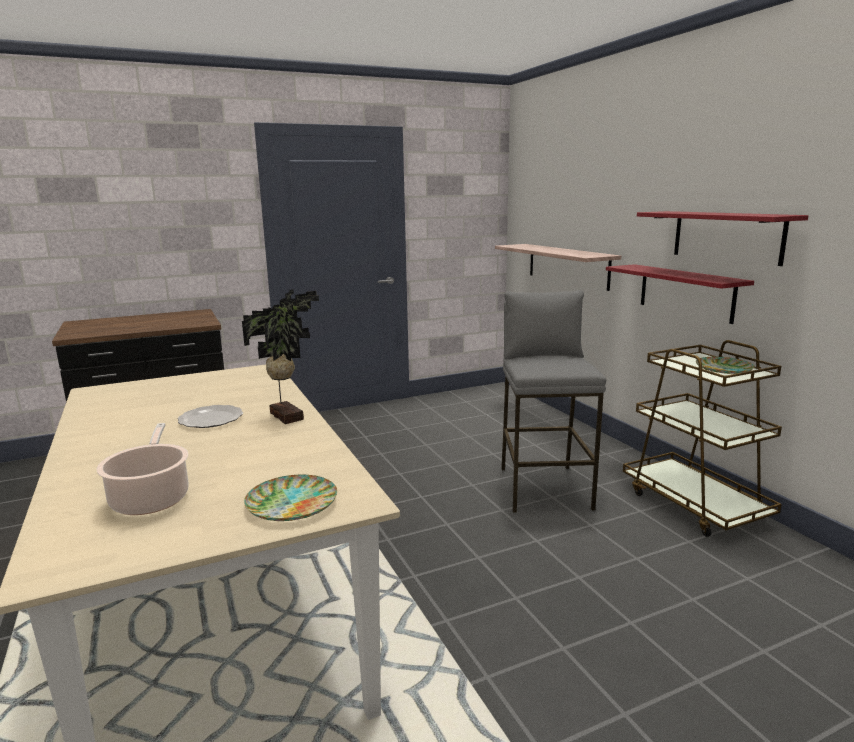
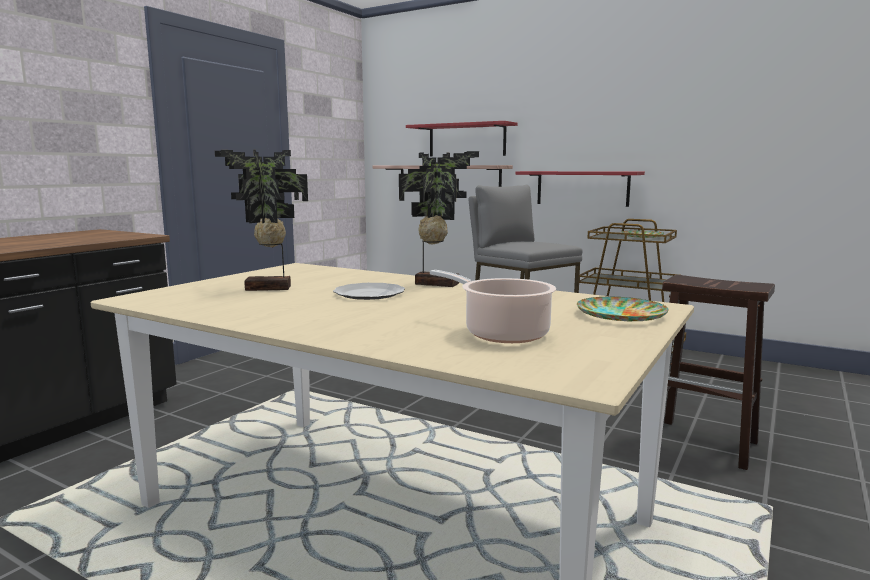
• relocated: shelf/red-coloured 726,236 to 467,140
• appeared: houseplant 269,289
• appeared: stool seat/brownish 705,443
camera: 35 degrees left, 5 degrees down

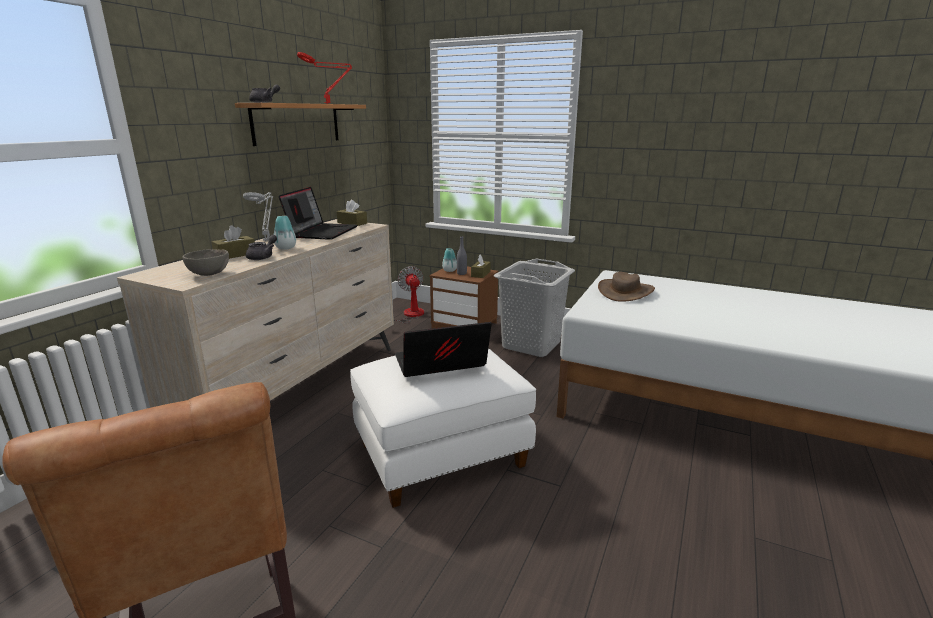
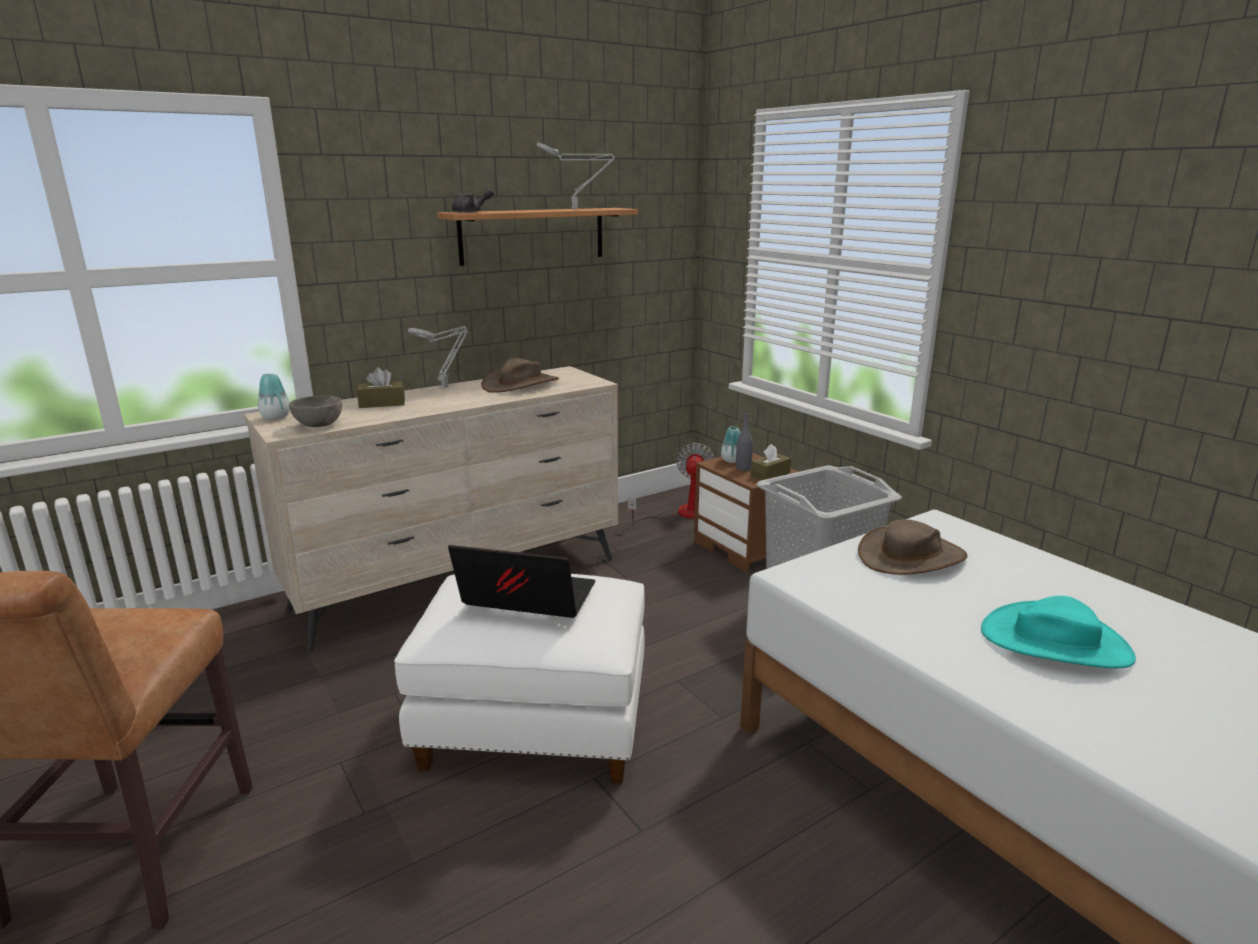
• missing: tea pot/gray 263,257
• relocated: decorative vase 286,248 to 276,417
• exchanged: portable computer 322,232 to wearable hat/brownish 520,384
• colour: tabletop lamp/red-coloured 329,103 to tabletop lamp/gray 577,209
• missing: tissue holder/brownish 352,223
• appeared: wearable hat/turquoise 1055,642
camera: 30 degrees right, 0 degrees up

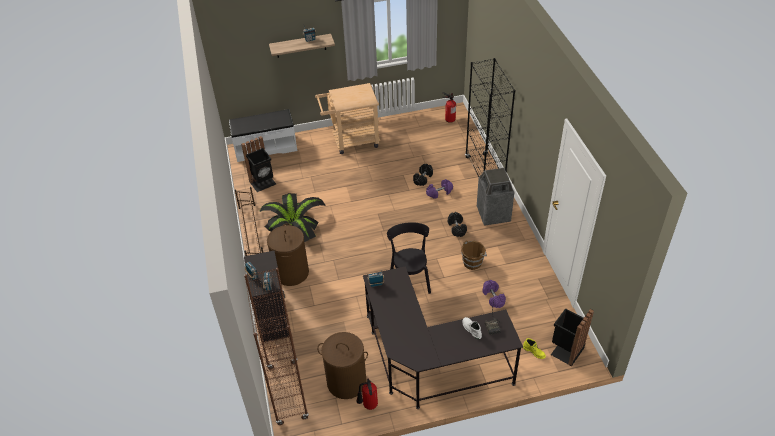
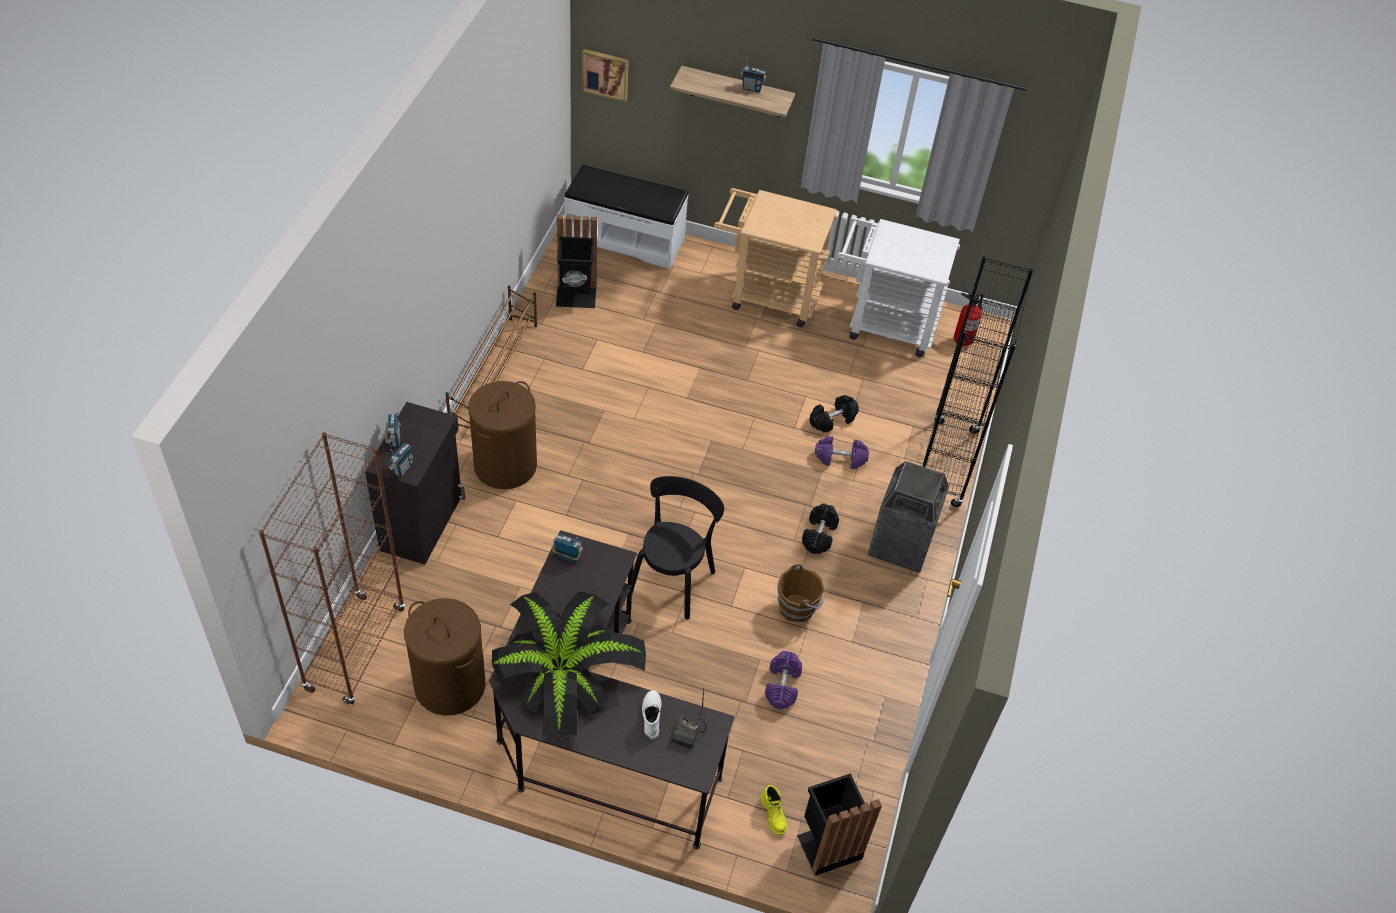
• relocated: houseplant 293,224 to 564,669
• missing: fire-fighting cylinder 368,406
• appeared: wall art 605,74
• appeared: cart/whitish 883,324
camera: 25 degrees right, 5 degrees up

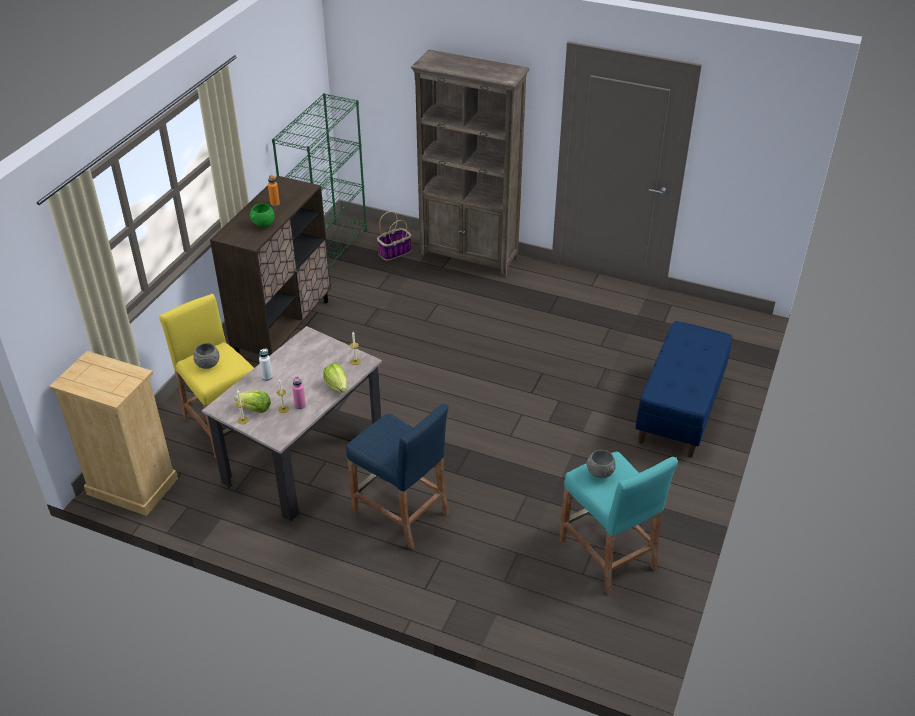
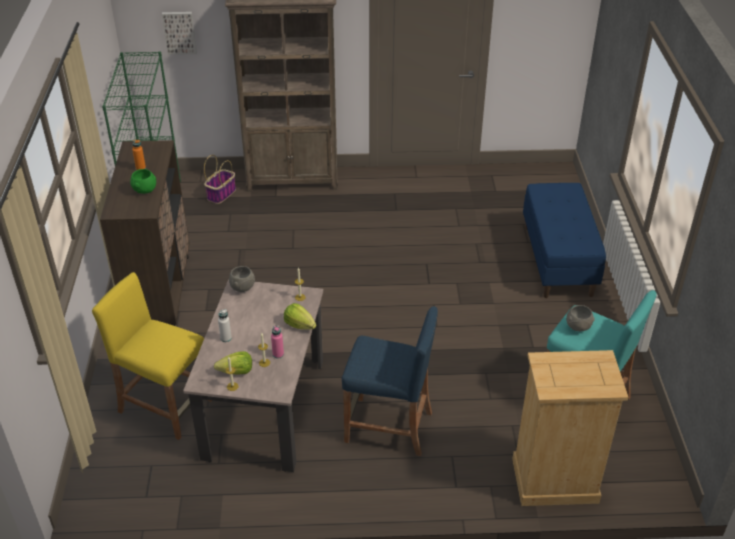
• relocated: drawer chest/beige-coloured 131,486 to 554,481
• relocated: deep dish/gray 208,364 to 242,287
• appeared: wall art 179,32
camera: 25 degrees left, 0 degrees up

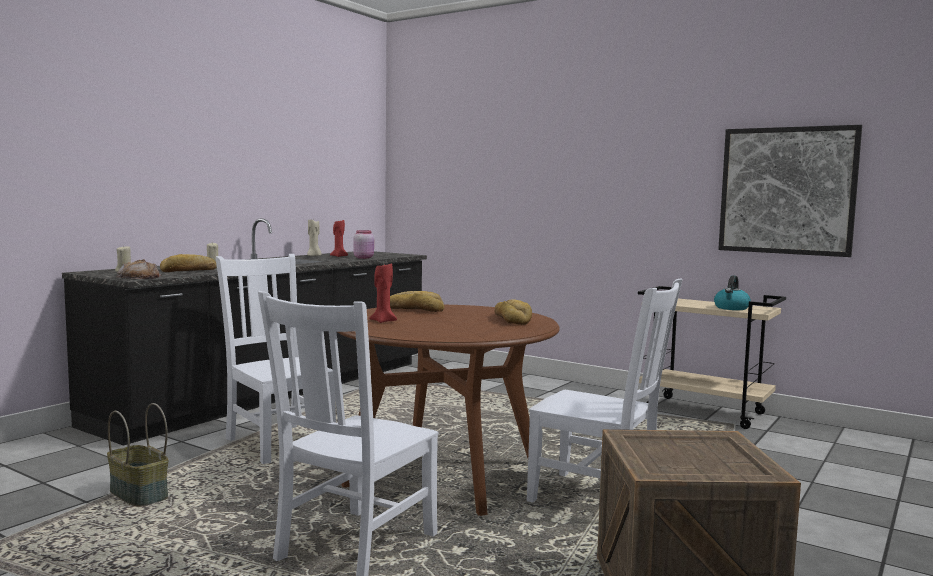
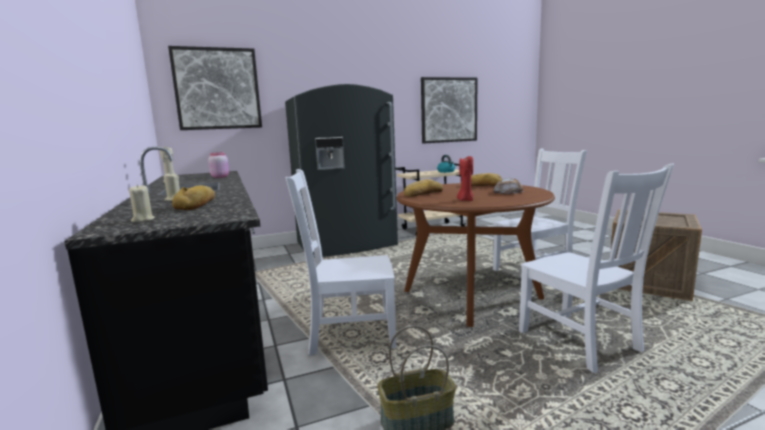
• relocated: bread 139,277 to 508,192
• missing: wax candle/red-coloured 339,256
• appeared: wall art 217,89
• appeared: refrigerator/gray 347,245
camera: 55 degrees left, 5 degrees up

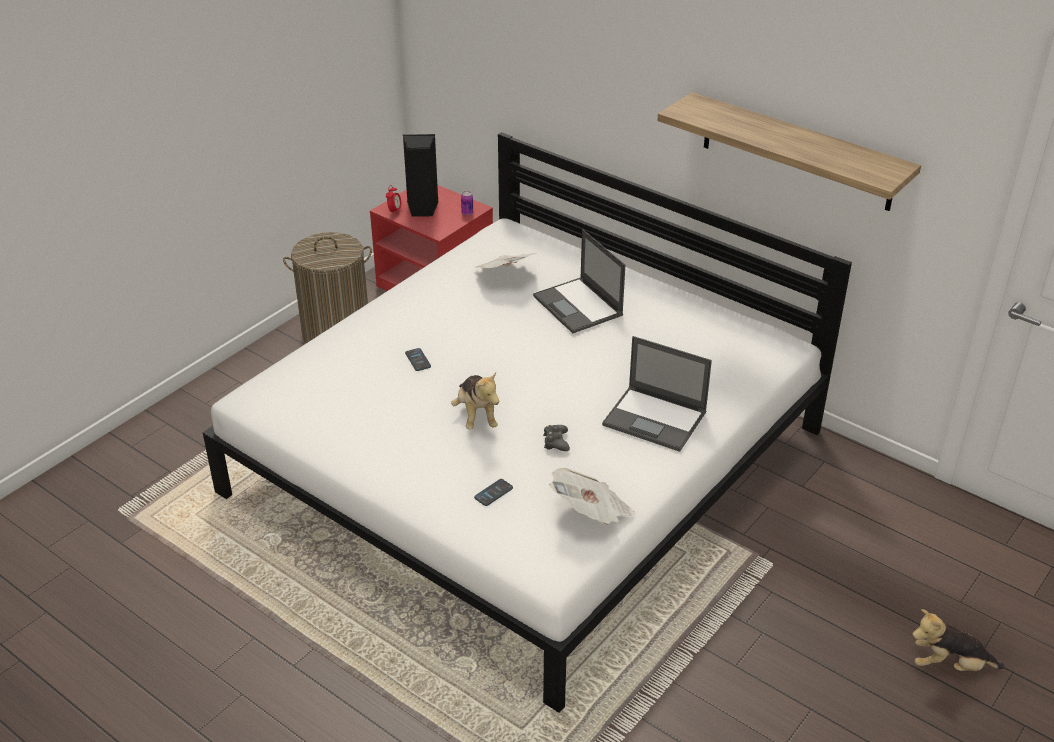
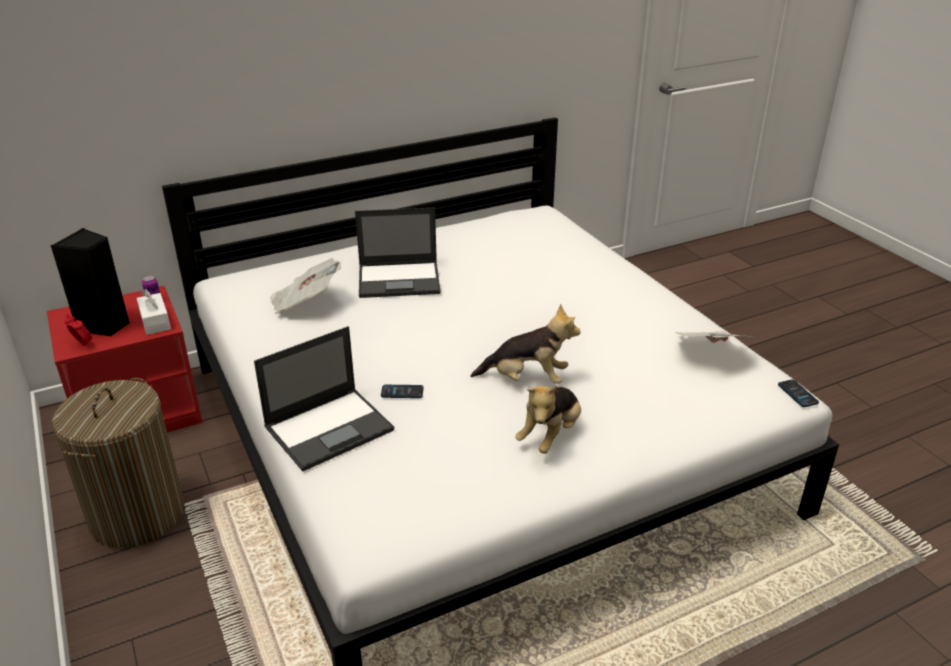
• relocated: phone 493,493 to 797,394
• missing: gamepad/black 556,442
• relocated: portable computer 656,419 to 330,428
• missing: shelf 797,152
• relocated: plush toy 949,665 to 550,435
• appeared: tissue holder/whitish 155,321
camera: 65 degrees left, 5 degrees down

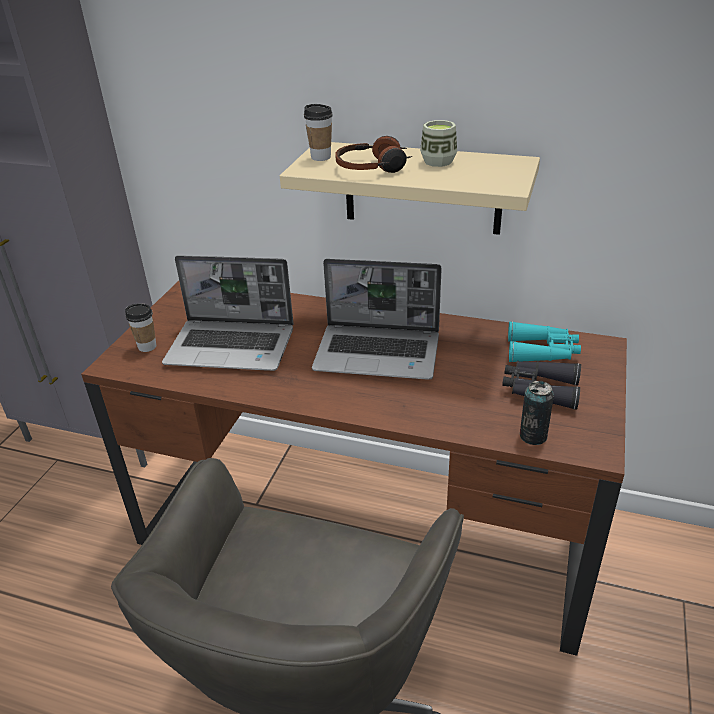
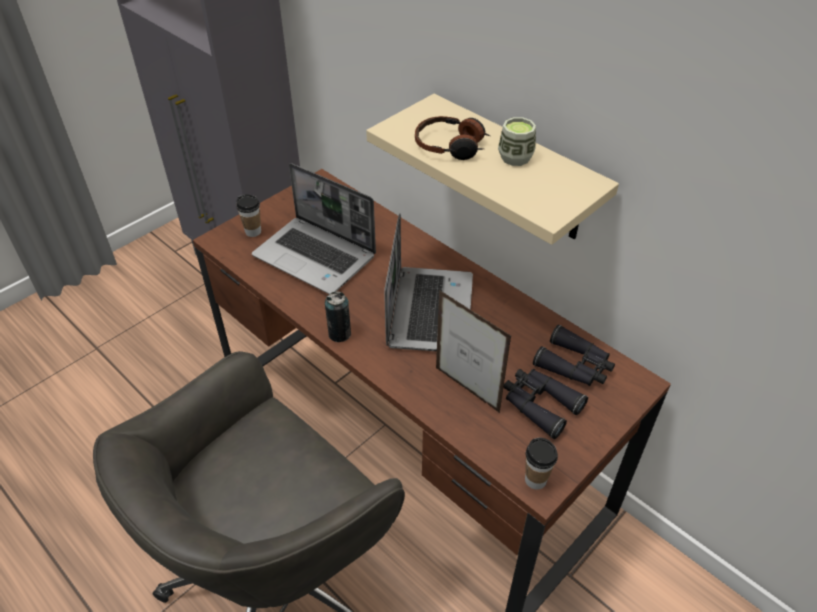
• relocated: drinking cup 321,157 to 535,480
• spun: portable computer 379,353 = 428,310 120 degrees counterclockwise
• colour: pair of binoculars/turquoise 542,351 to pair of binoculars/black 575,366
• relocated: metal can 533,436 to 339,334
• appeared: picture frame 467,390
camera: 25 degrees right, 10 degrees up

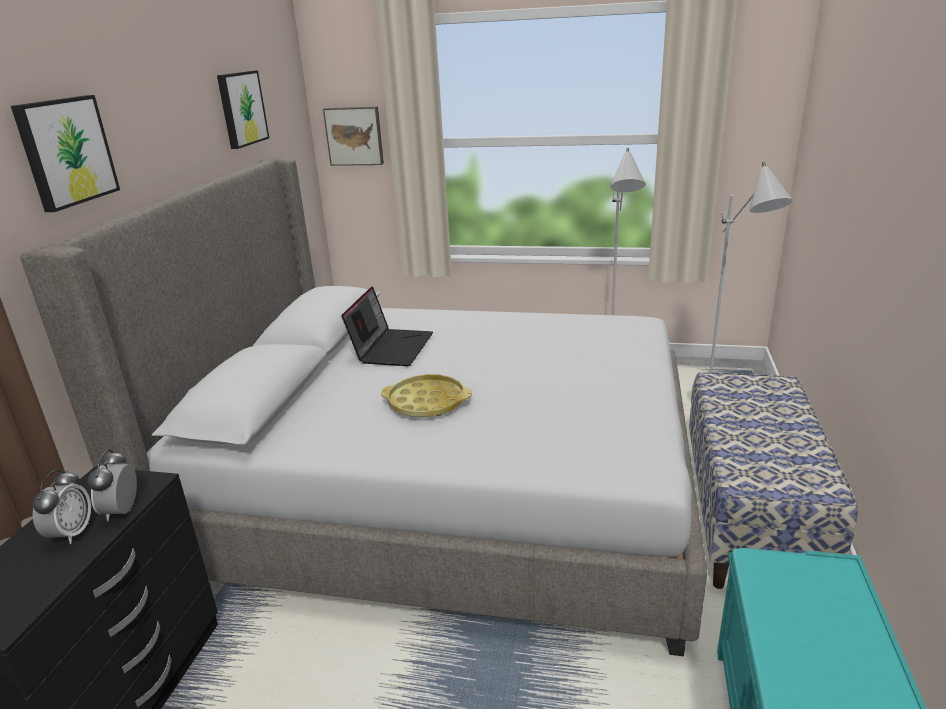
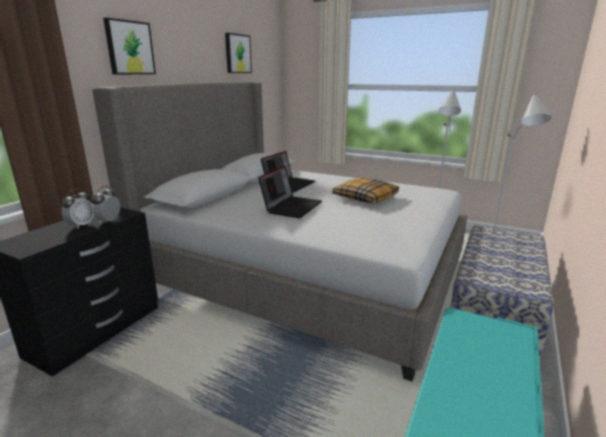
• missing: wall art 354,136
• exchanged: serving tray/yellowish 427,402 to portable computer 291,207
• appeared: cushion 365,197
camera: 15 degrees right, 5 degrees down

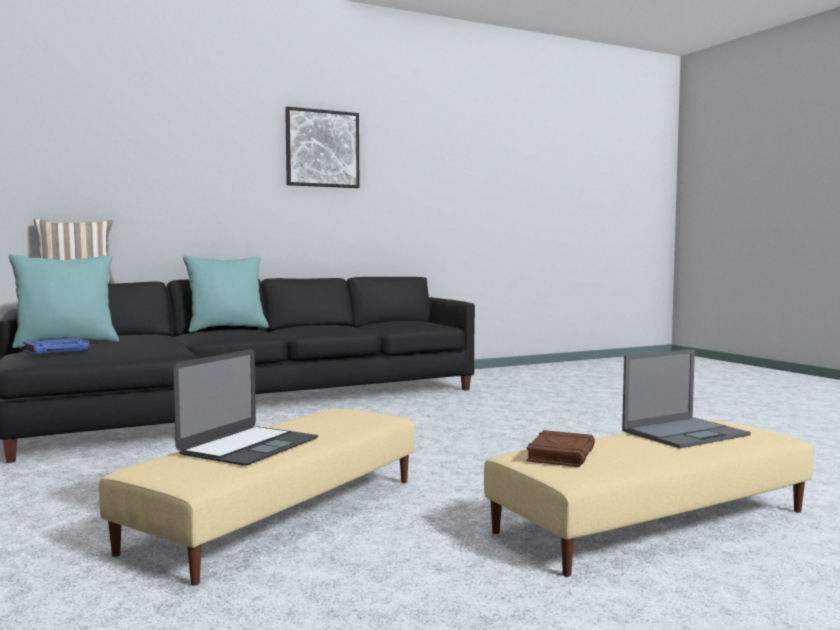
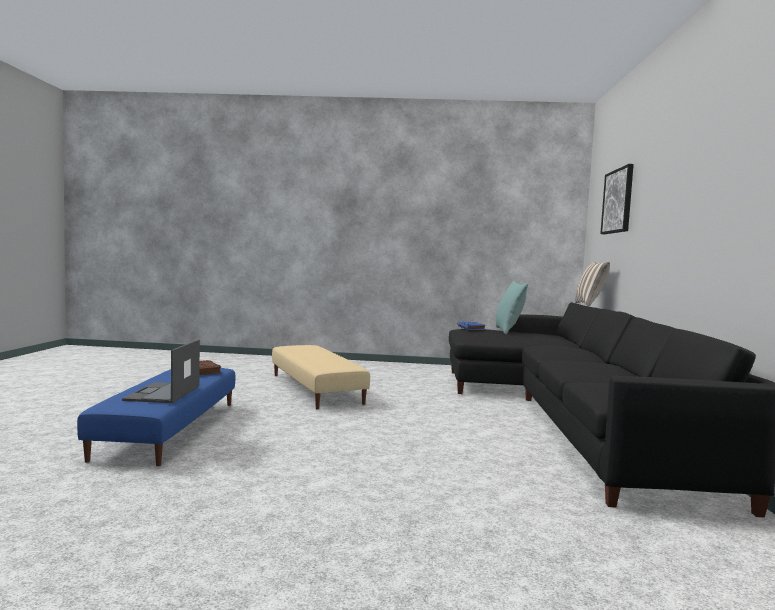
• missing: portable computer 249,446
• missing: cushion/turquoise 227,329
• relocated: wall art 322,148 to 618,201
• colour: pouffe/beige-coloured 652,521 to pouffe/blue 170,429
camera: 120 degrees right, 0 degrees up

